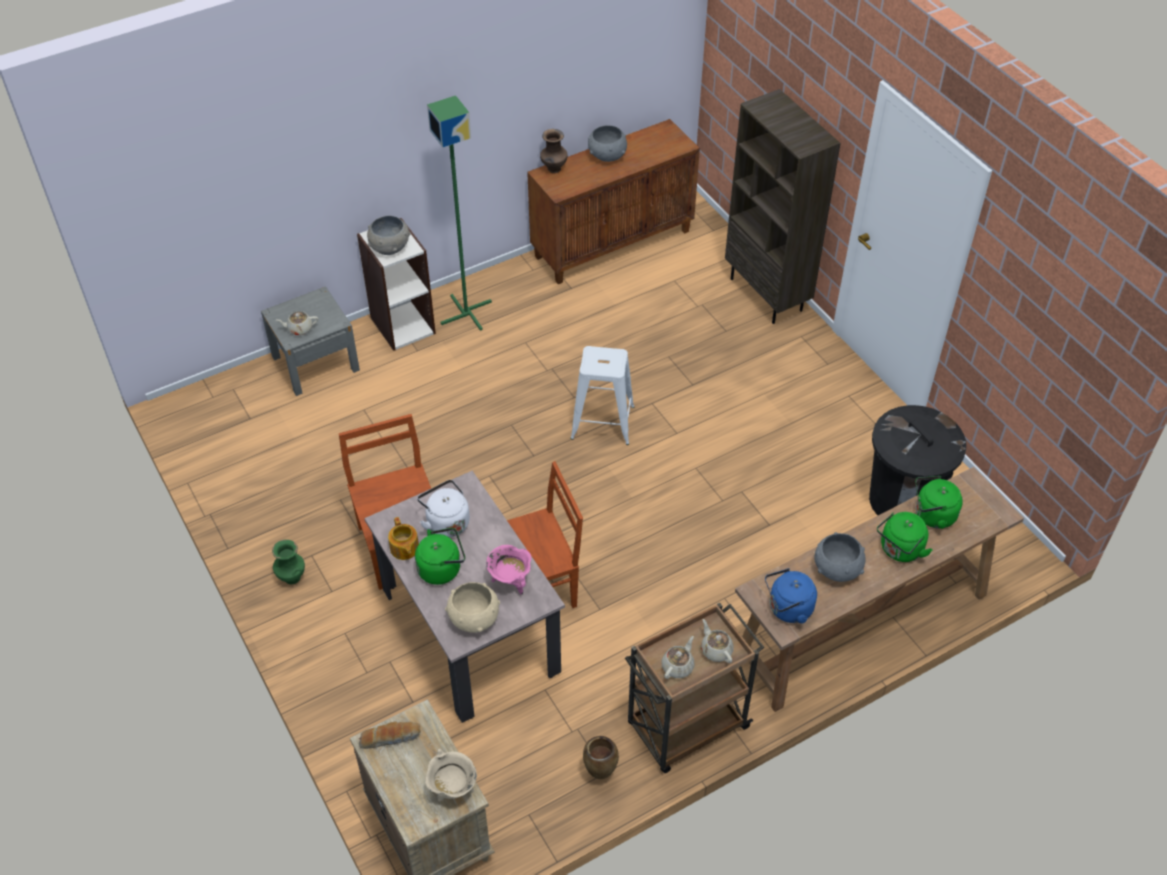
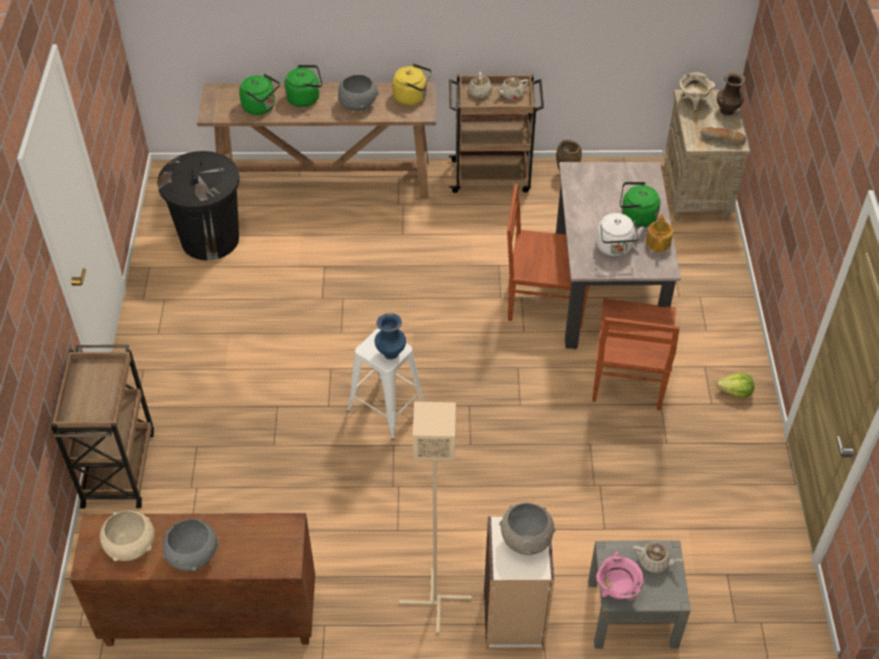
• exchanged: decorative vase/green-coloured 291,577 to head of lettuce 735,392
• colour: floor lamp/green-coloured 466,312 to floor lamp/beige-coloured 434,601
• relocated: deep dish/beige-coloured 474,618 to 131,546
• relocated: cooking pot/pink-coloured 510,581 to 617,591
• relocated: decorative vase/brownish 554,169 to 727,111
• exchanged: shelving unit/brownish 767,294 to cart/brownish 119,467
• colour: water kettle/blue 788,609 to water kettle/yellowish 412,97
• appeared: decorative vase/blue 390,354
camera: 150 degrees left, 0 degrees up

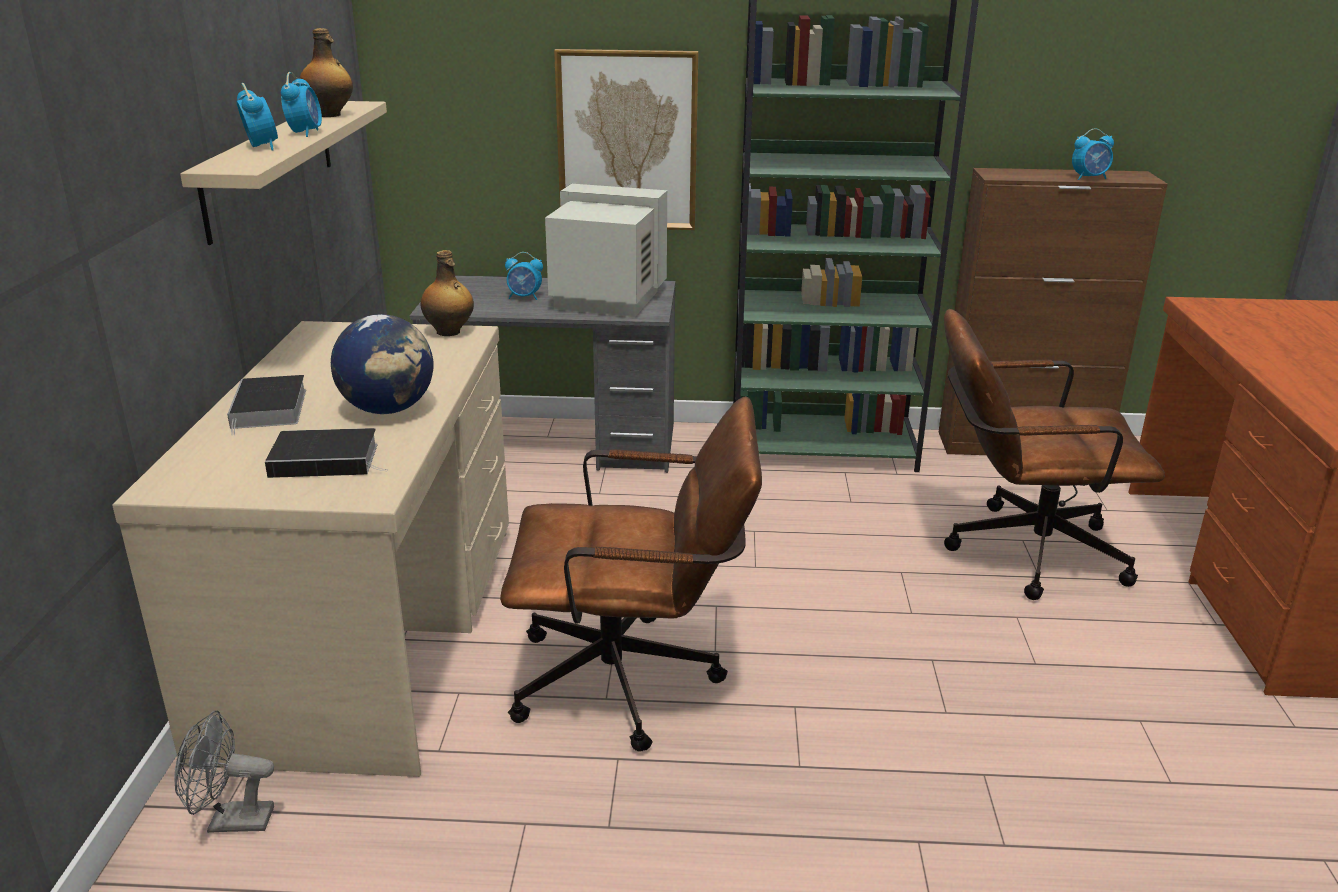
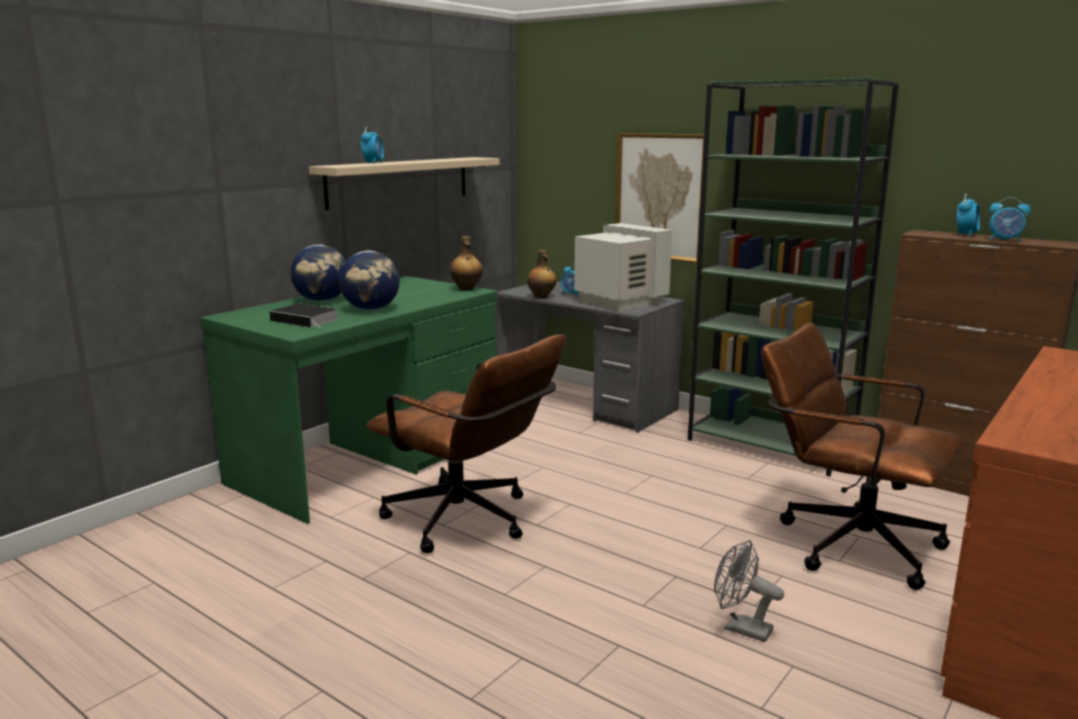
• colour: desk/beige-coloured 372,632 to desk/green-coloured 370,459
• relocated: fan/gray 230,821 to 740,628
• exchanged: book 270,409 to globe 322,301
• relocated: alarm clock 305,133 to 966,235
• relocated: drink bottle 329,115 to 541,297
camera: 35 degrees right, 10 degrees down

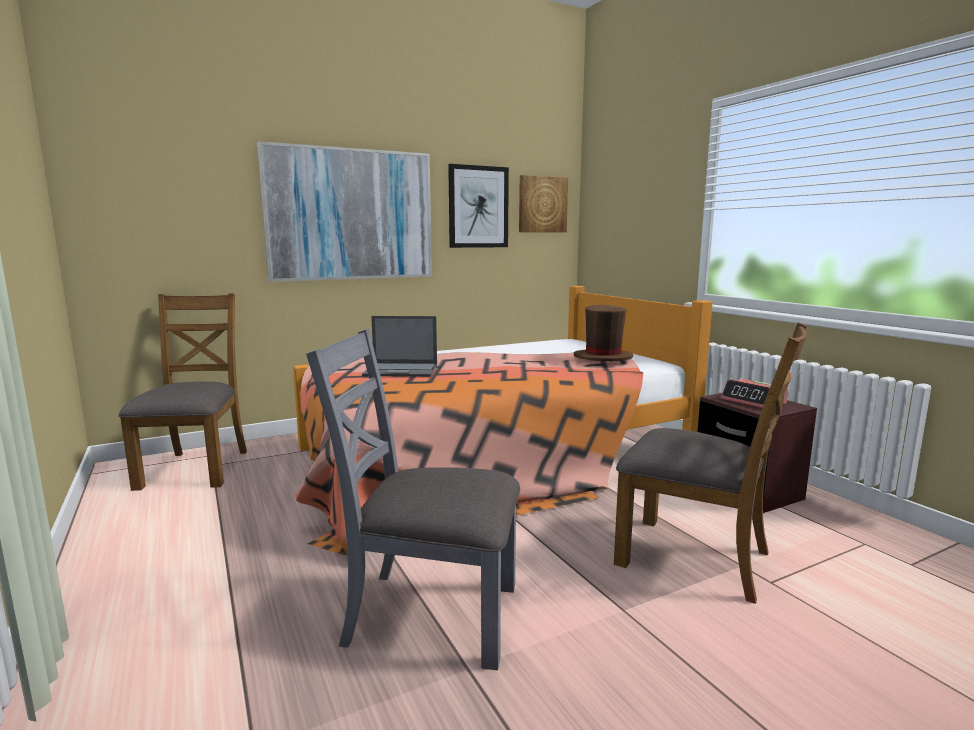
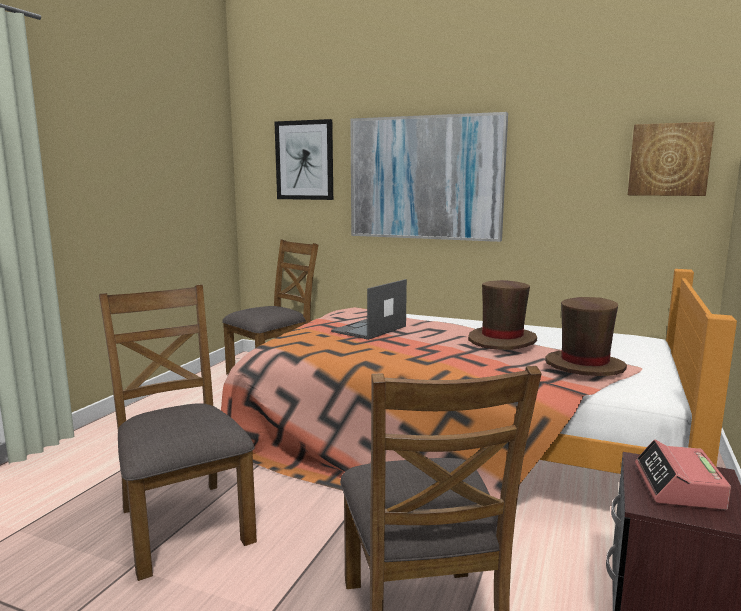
• colour: plain chair/gray 430,614 to plain chair/brownish 183,524
• spun: portable computer 402,370 = 369,329 75 degrees clockwise
• relocated: wall art 478,207 to 304,160
• appeared: wearable hat/brownish 502,340
camera: 50 degrees right, 0 degrees up

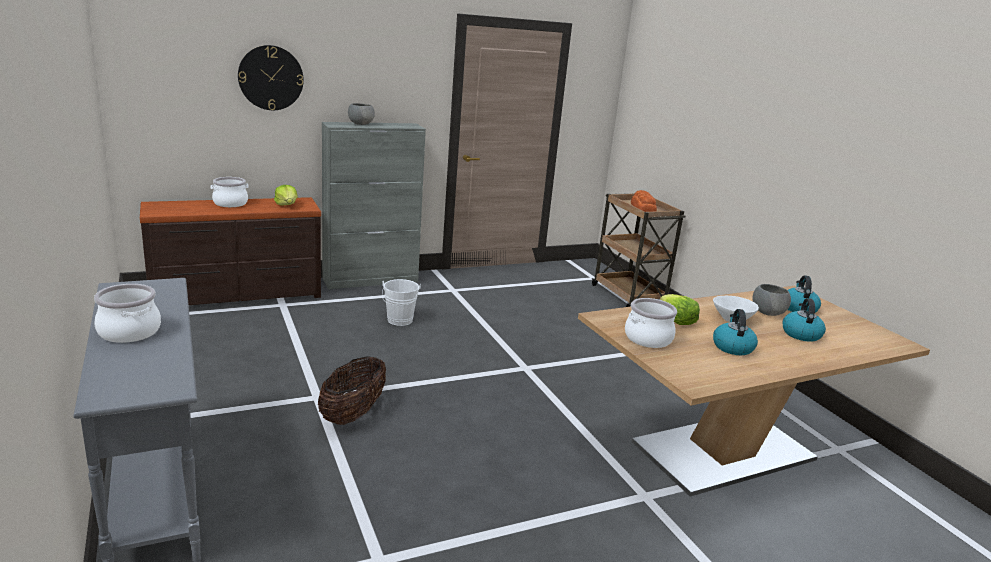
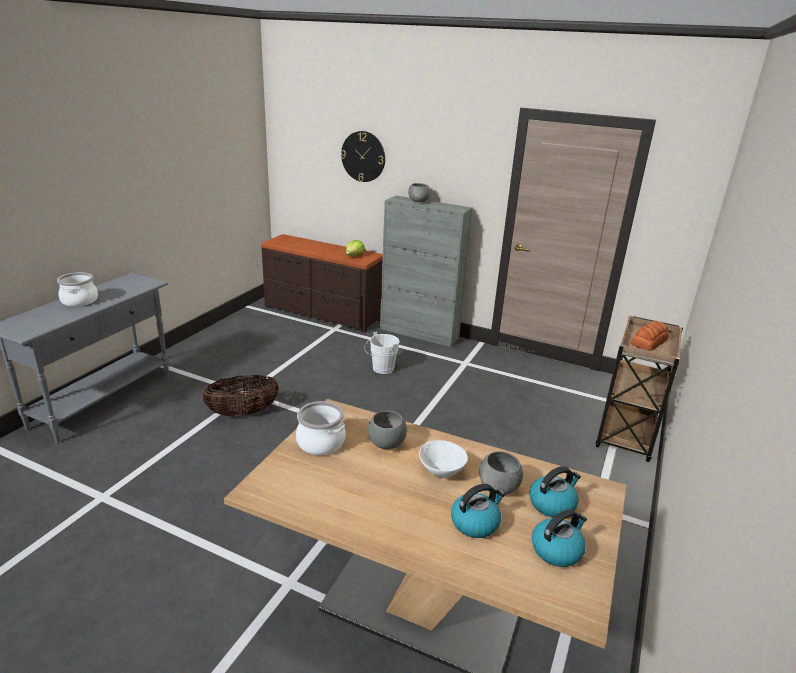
• missing: cooking pot 230,203
• exchanged: head of lettuce 676,320 to deep dish/gray 386,444
• relocated: water kettle 732,347 to 557,550
camera: 50 degrees right, 5 degrees up

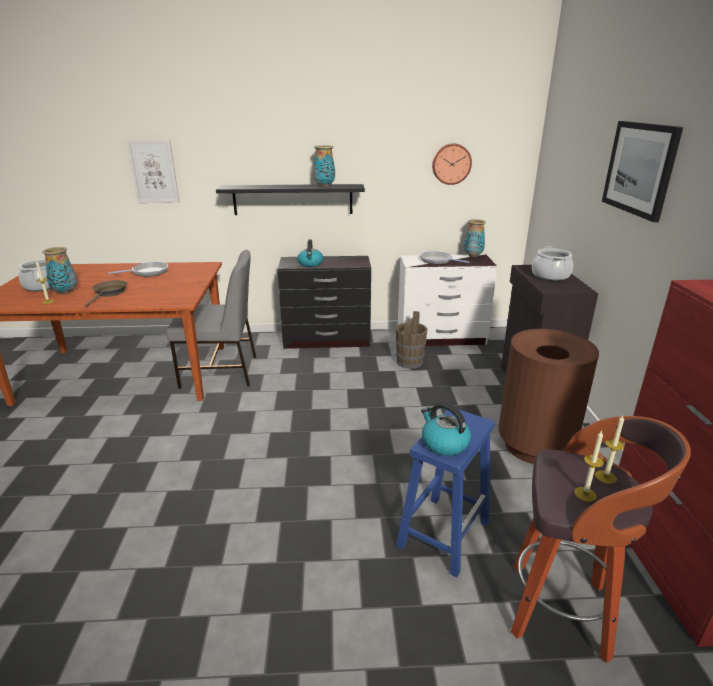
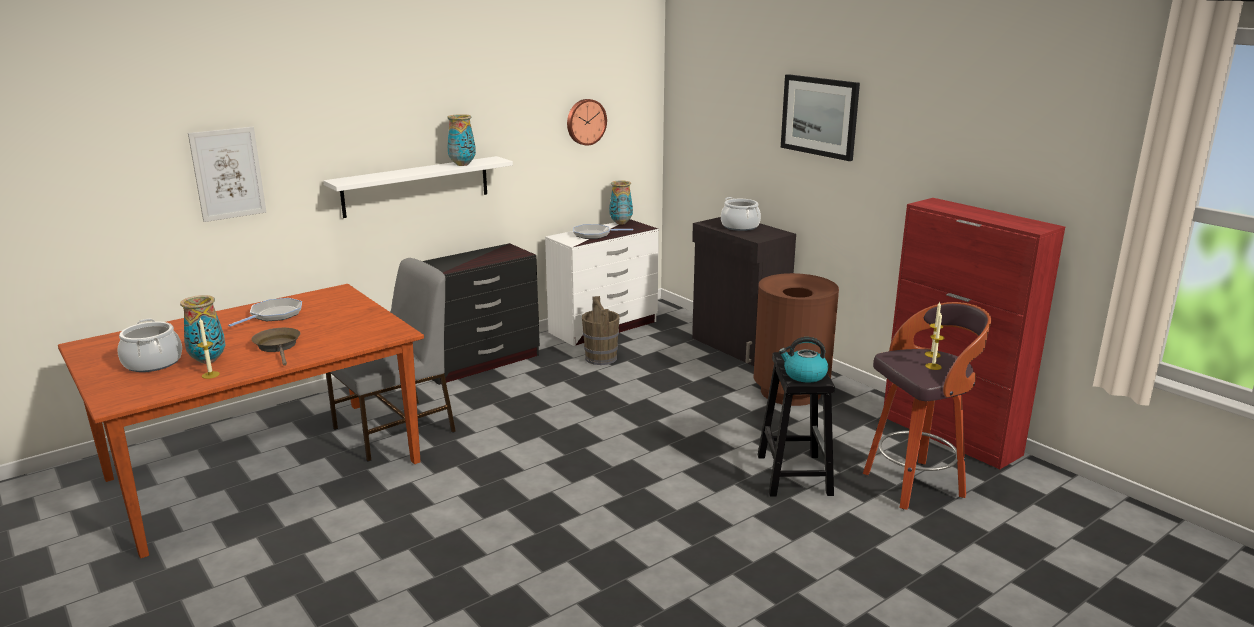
• colour: shelf/black 293,199 to shelf/whitish 416,186
• missing: water kettle 310,264
• colour: stool seat/blue 444,533 to stool seat/black 793,474
camera: 35 degrees left, 5 degrees down

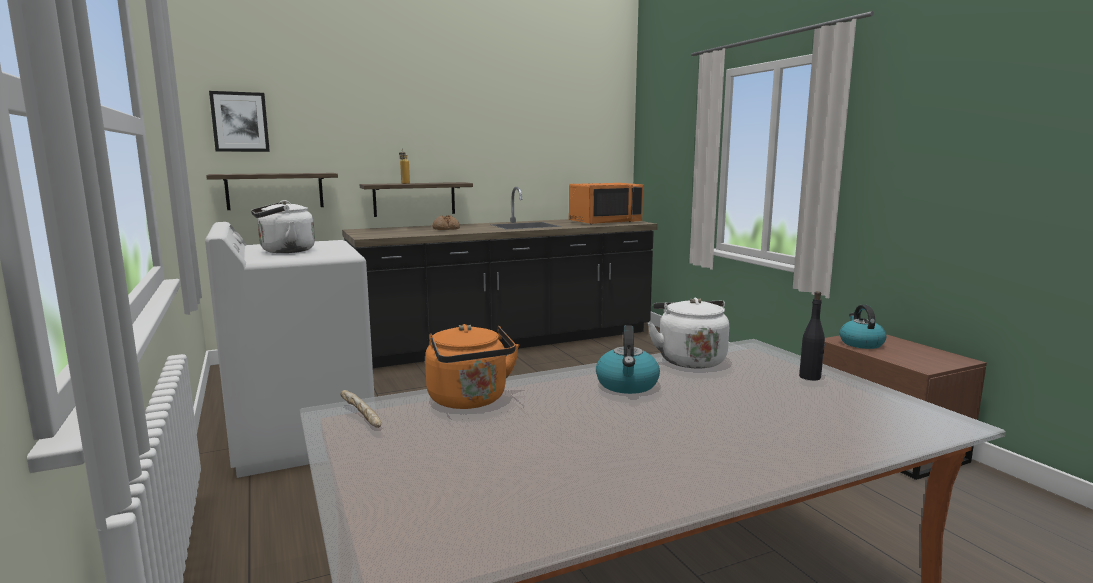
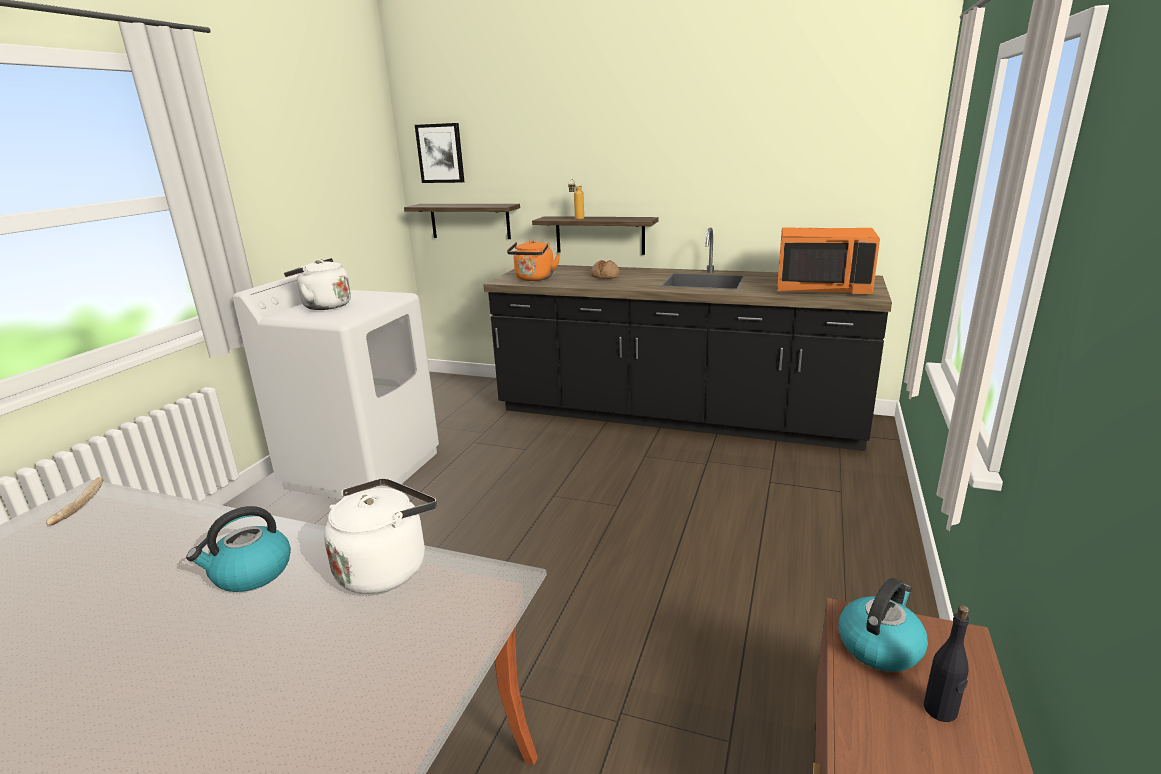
• relocated: water kettle/orange 470,401 to 534,279
• relocated: drink bottle/black 810,377 to 940,710
camera: 45 degrees right, 10 degrees up

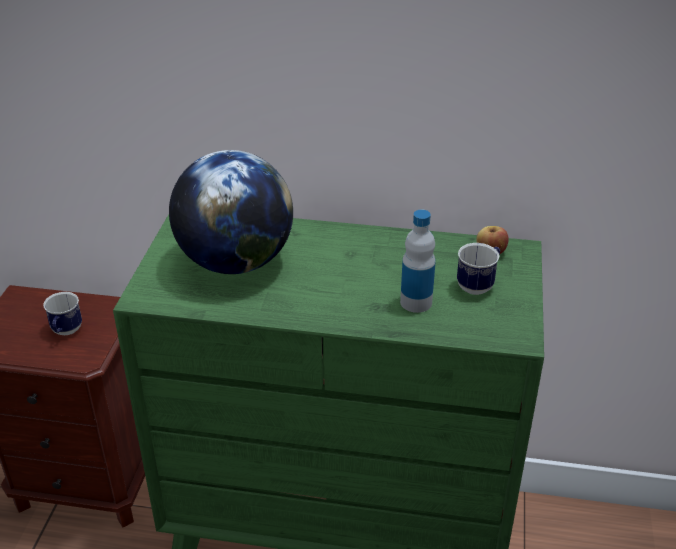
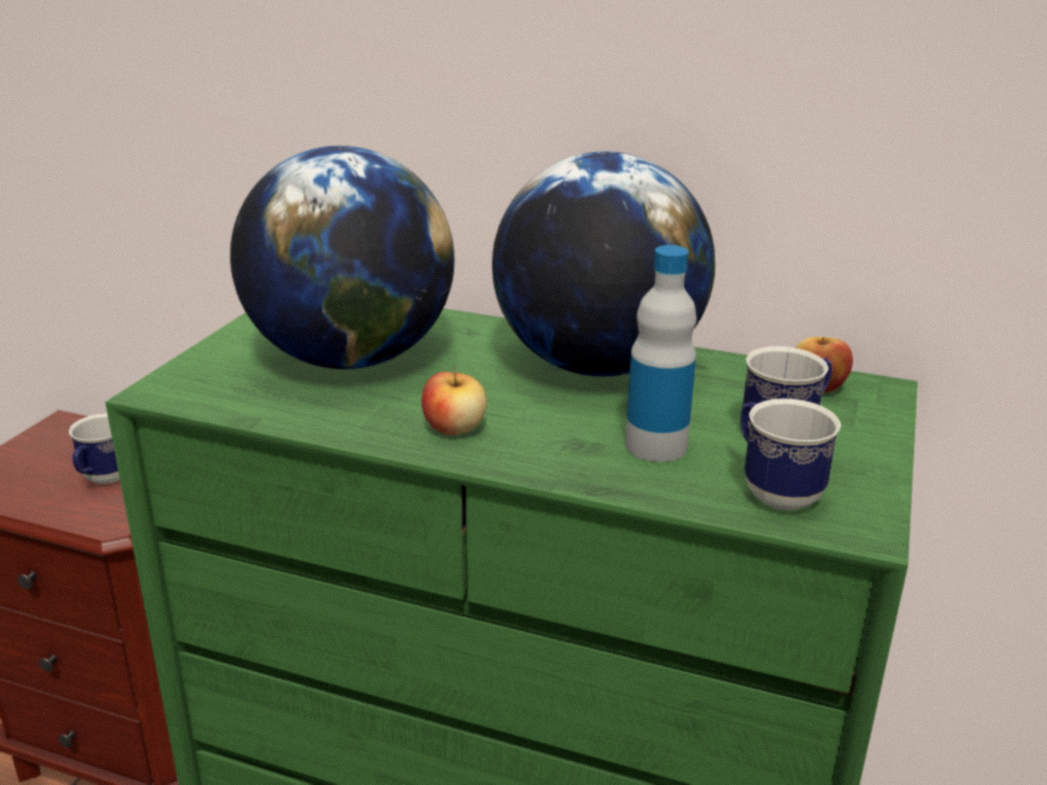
• appeared: apple fruit 454,429
• appeared: globe 597,366
• appeared: mug 773,491
camera: 10 degrees right, 10 degrees down

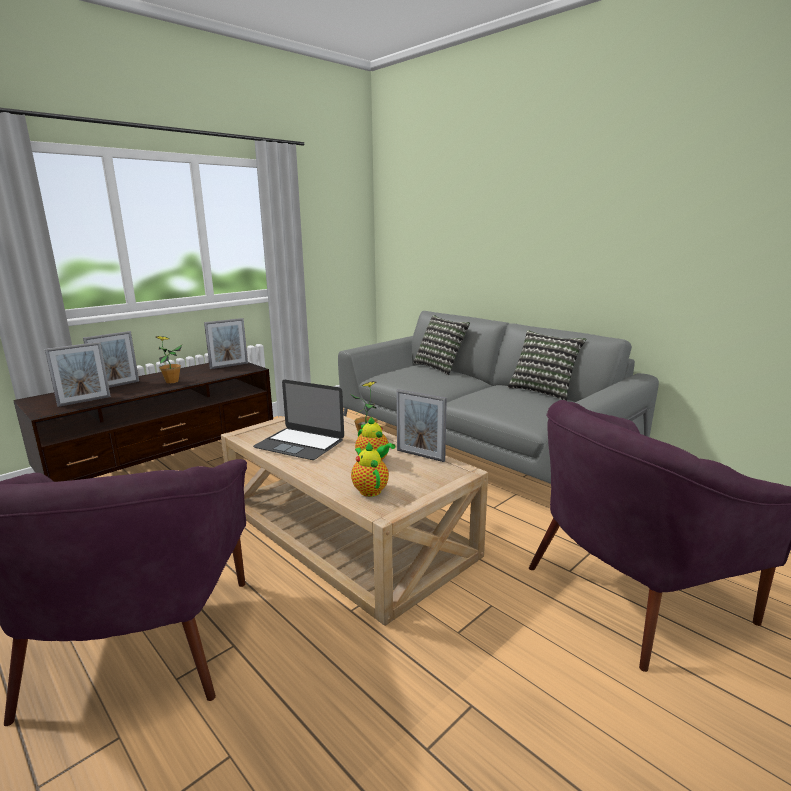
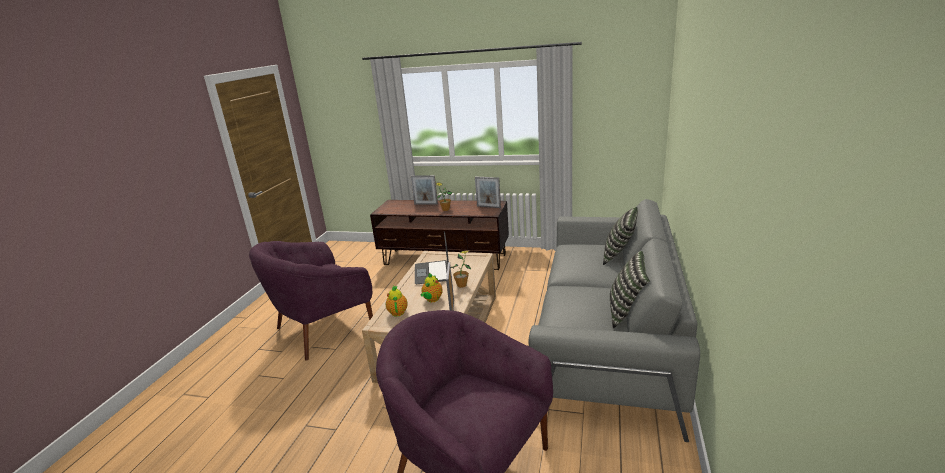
• missing: picture frame 84,401
• spun: tea pot 369,489 = 398,312 45 degrees counterclockwise
camera: 60 degrees right, 5 degrees up

